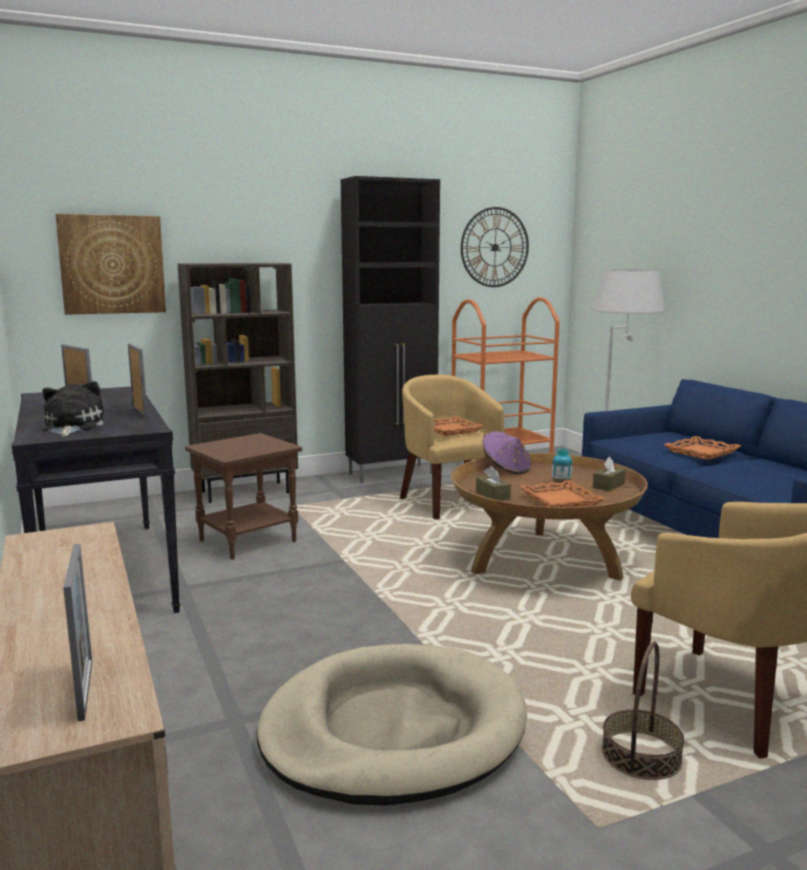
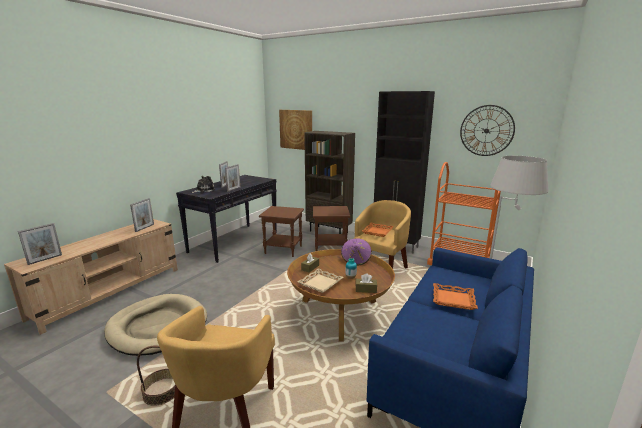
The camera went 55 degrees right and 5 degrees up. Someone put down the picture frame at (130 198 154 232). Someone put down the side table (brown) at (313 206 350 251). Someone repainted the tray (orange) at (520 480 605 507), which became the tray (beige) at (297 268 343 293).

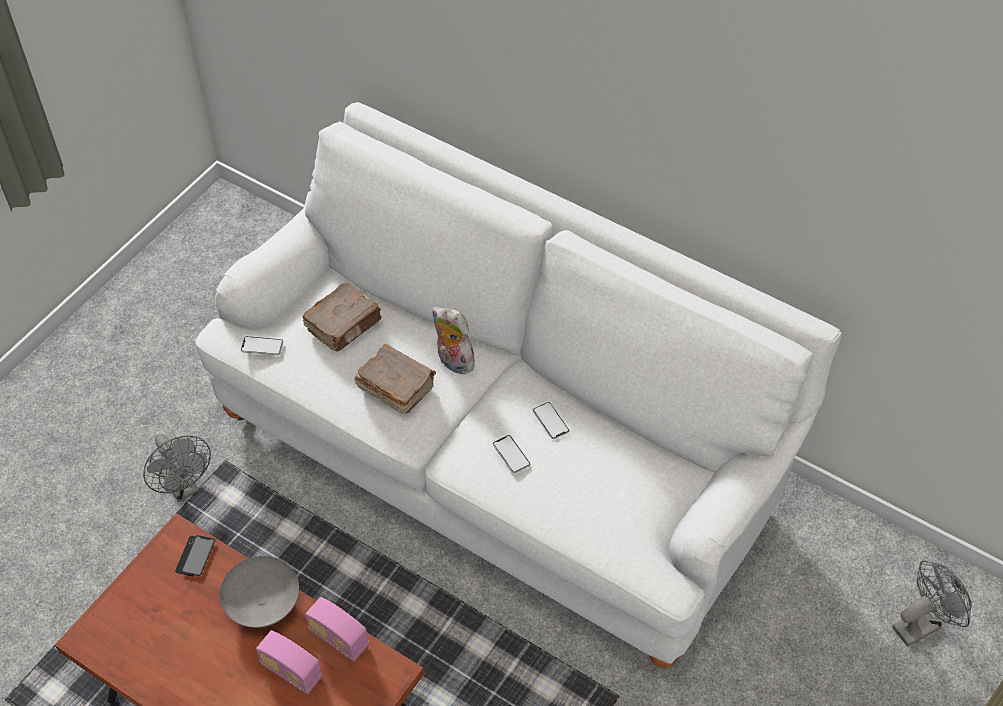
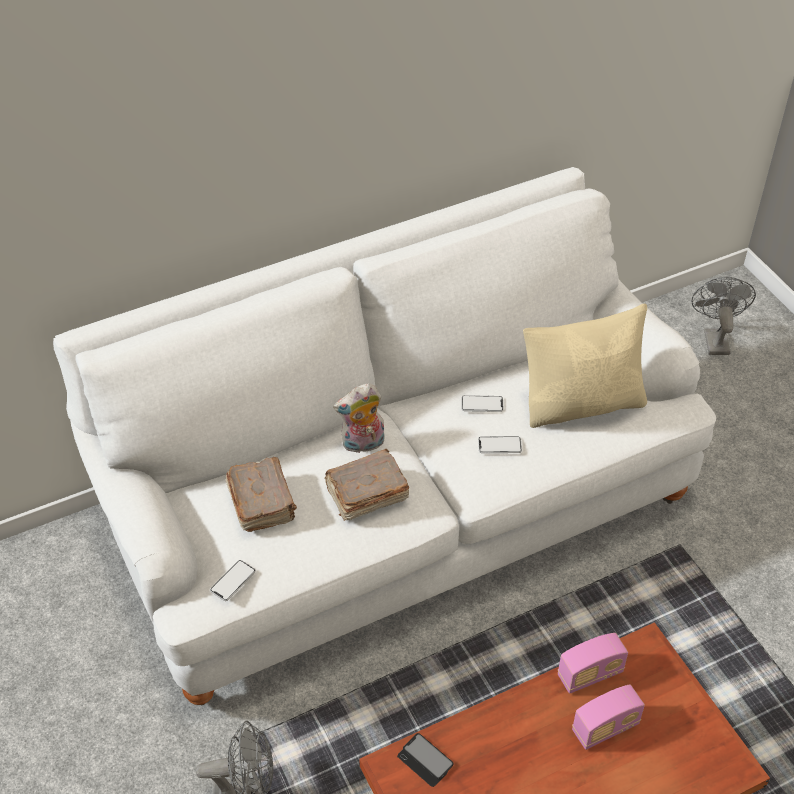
The camera went 60 degrees left and 5 degrees down. Someone took away the bowl (grey) at (220 556 299 628). Someone put down the pillow (beige) at (523 303 647 428).

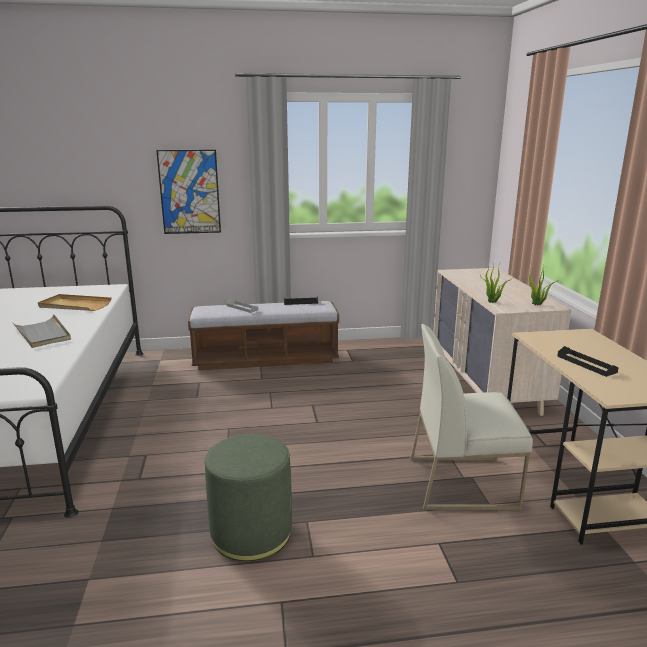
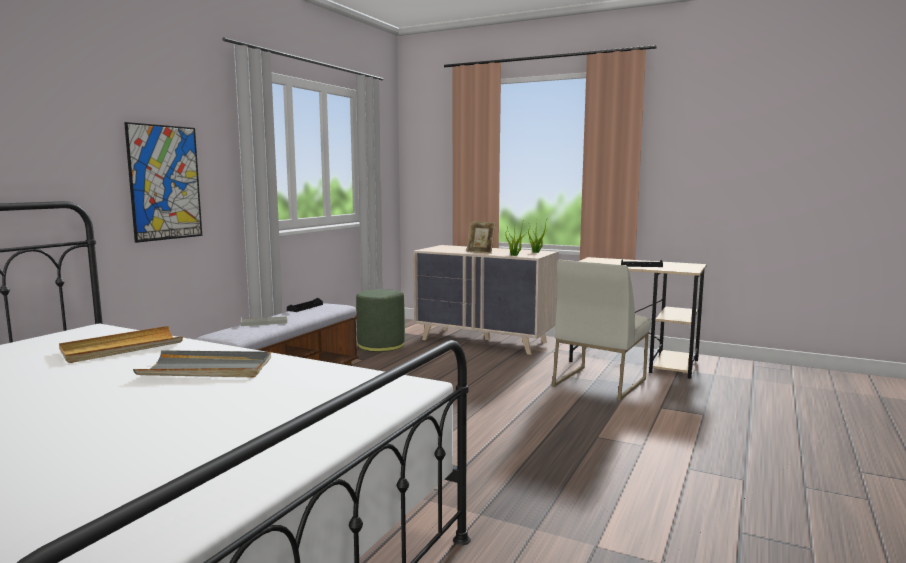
The camera went 55 degrees left and 10 degrees down. Someone put down the picture frame at (466 221 496 254). Someone carried the ottoman (green) from (205 434 292 561) to (356 289 405 352).

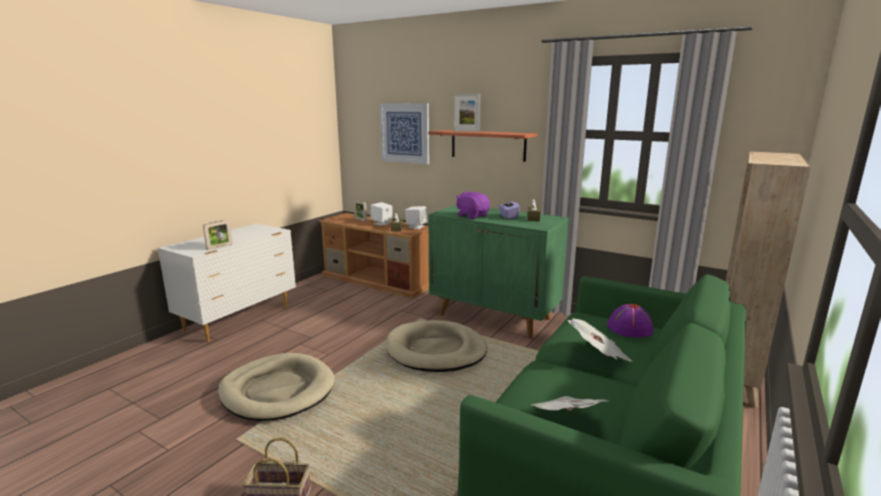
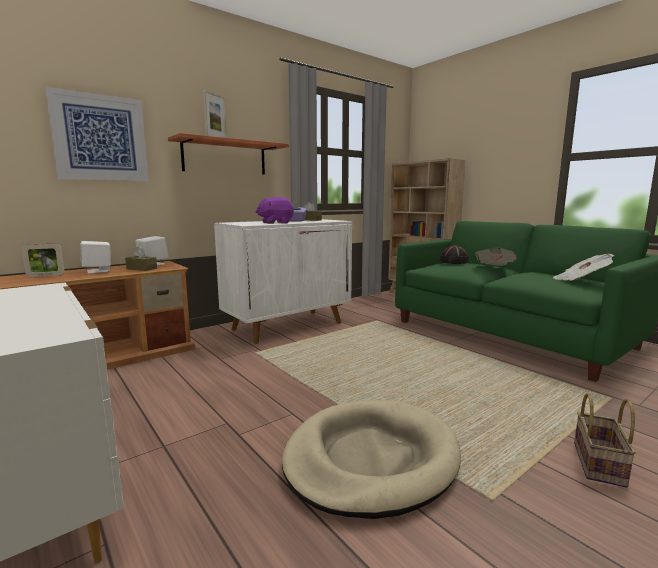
The camera went 70 degrees left and 5 degrees down. Someone took away the picture frame at (203 220 233 250). Someone took away the dog bed (beige) at (386 320 487 372). Someone repainted the cabinet (green) at (428 205 569 339), which became the cabinet (white) at (214 219 352 344). Someone repainted the hat (purple) at (607 304 653 338), which became the hat (black) at (440 245 469 264).

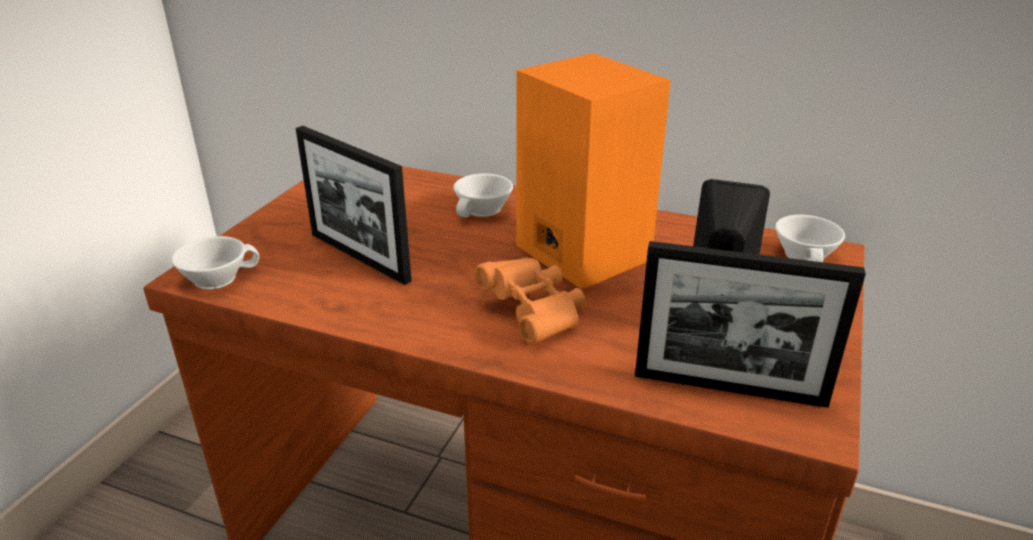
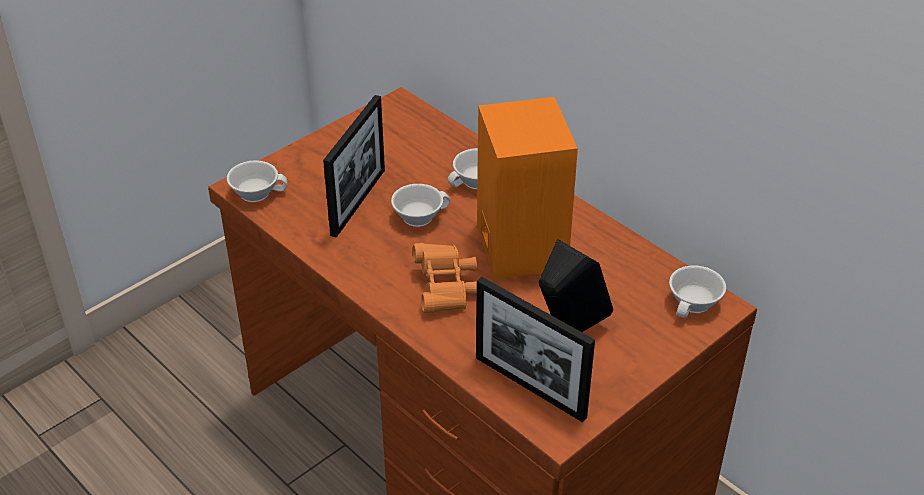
The camera went 25 degrees right and 10 degrees up. Someone put down the cup (white) at (391 184 450 227). Someone rotated the picture frame at (296 126 412 285) by 135 degrees counterclockwise.

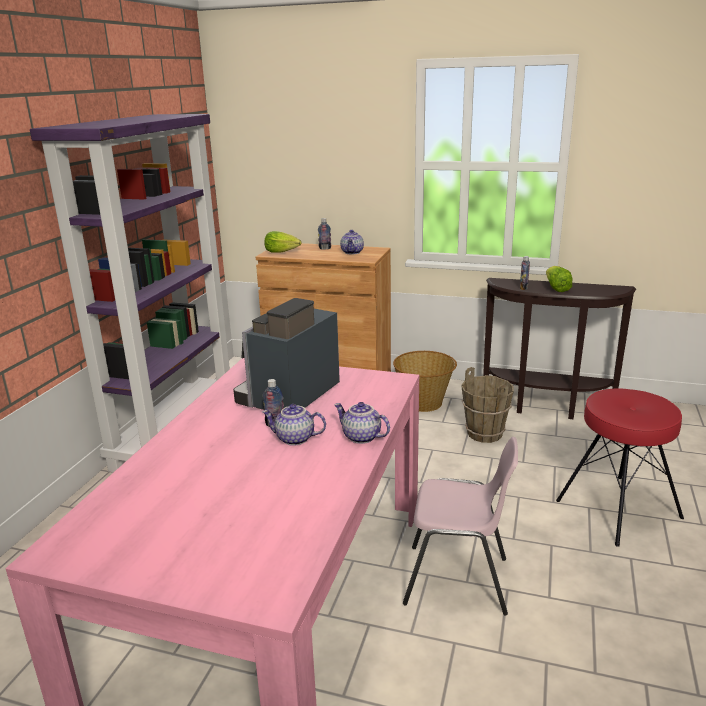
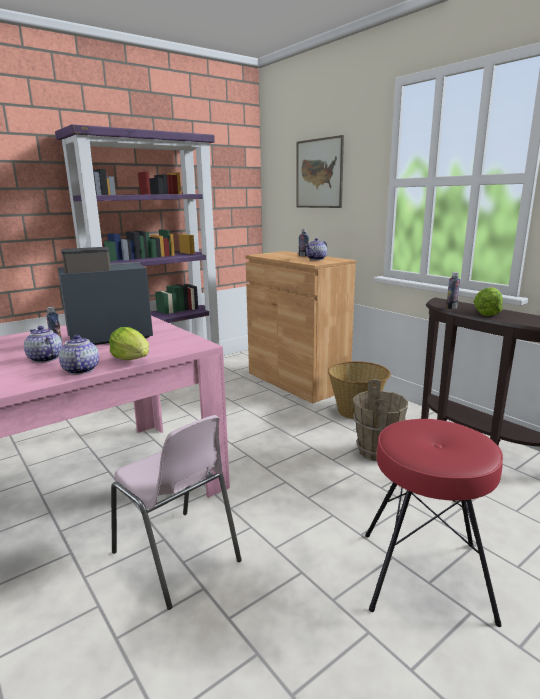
The camera went 35 degrees right and 5 degrees down. Someone put up the picture at (297 135 344 208). Someone carried the lettuce from (265 231 301 253) to (109 327 149 360).

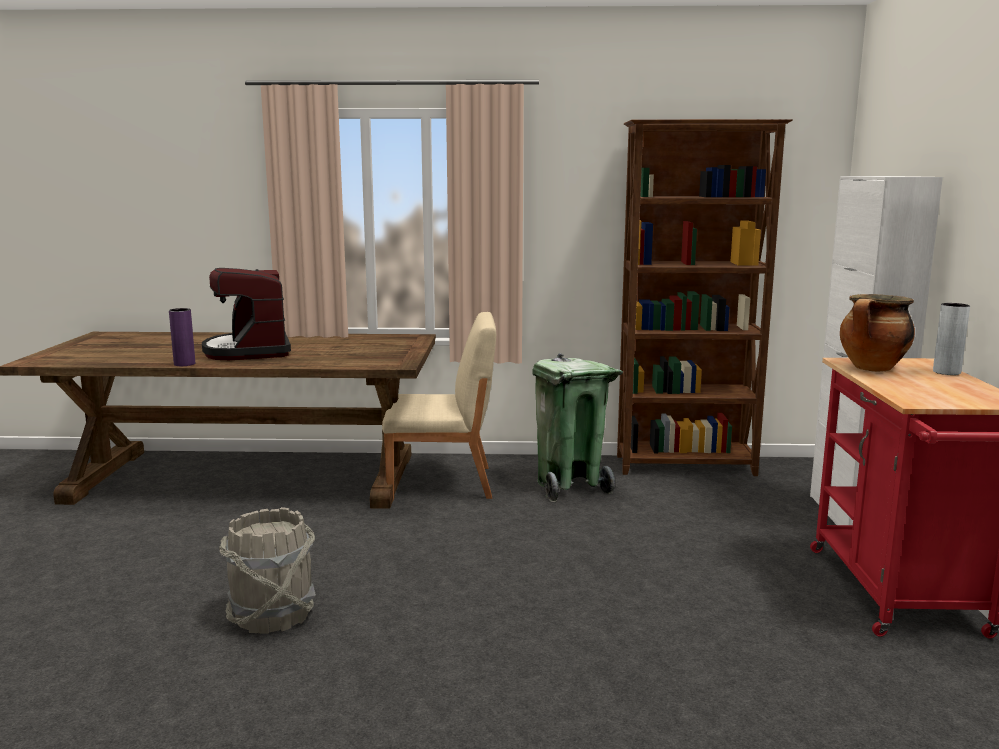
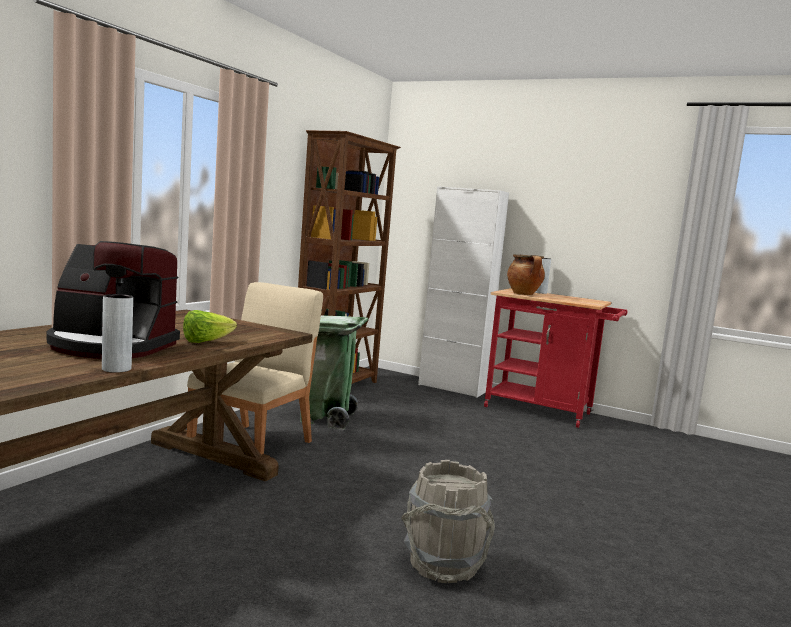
The camera went 65 degrees left and 5 degrees down. Someone put down the lettuce at (183 310 237 343). Someone repainted the vase (purple) at (169 308 195 366), which became the vase (grey) at (102 294 133 373).

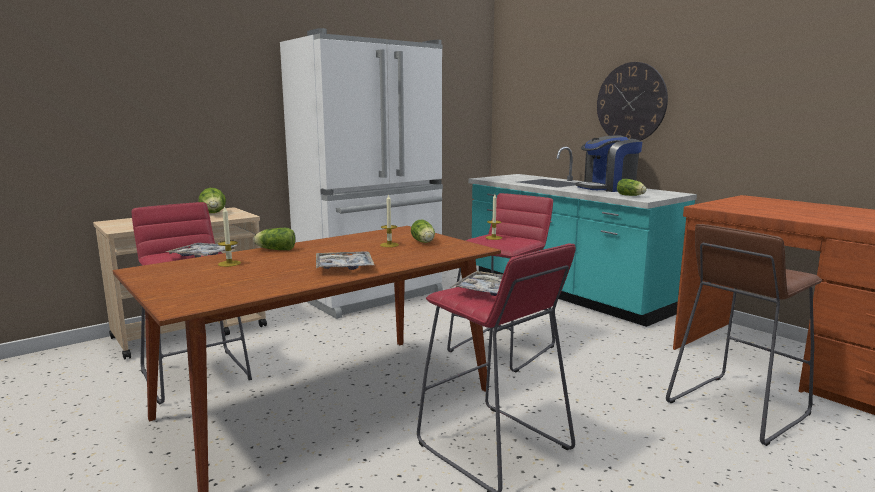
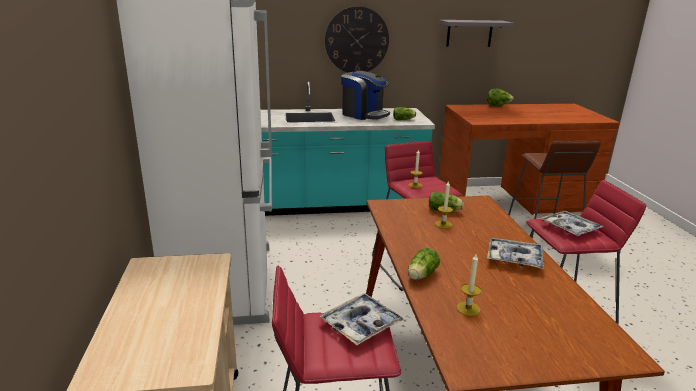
The camera went 60 degrees left and 10 degrees up. Someone put up the shelf (grey) at (439 20 514 47). Someone carried the lettuce from (199 188 226 213) to (487 89 514 106). Someone rotated the coffee machine at (575 135 642 192) by 60 degrees counterclockwise.

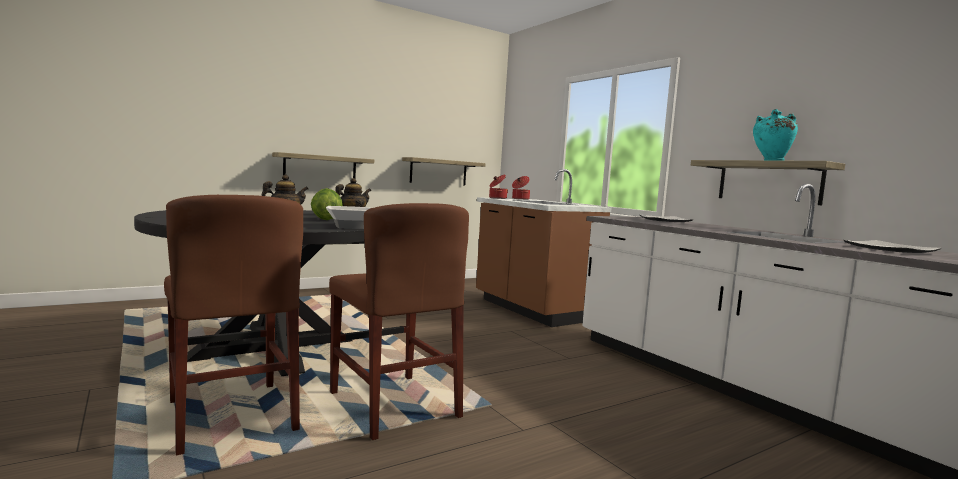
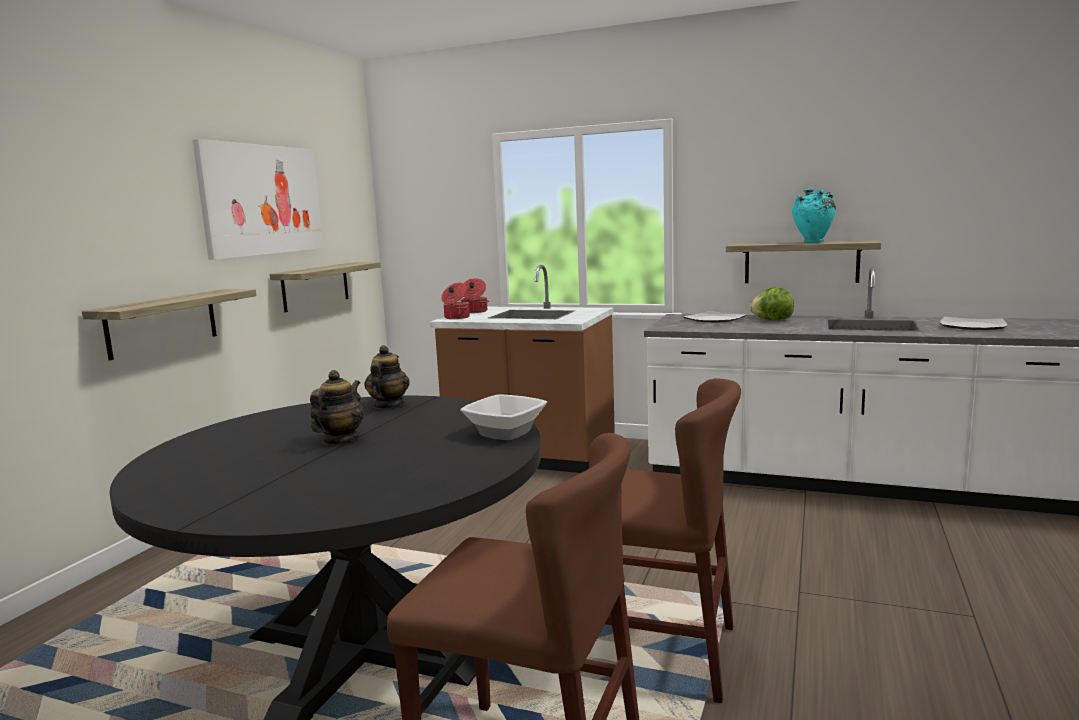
The camera went 35 degrees left and 5 degrees up. Someone put up the picture at (192 139 324 260). Someone carried the lettuce from (311 188 343 220) to (750 287 794 320).

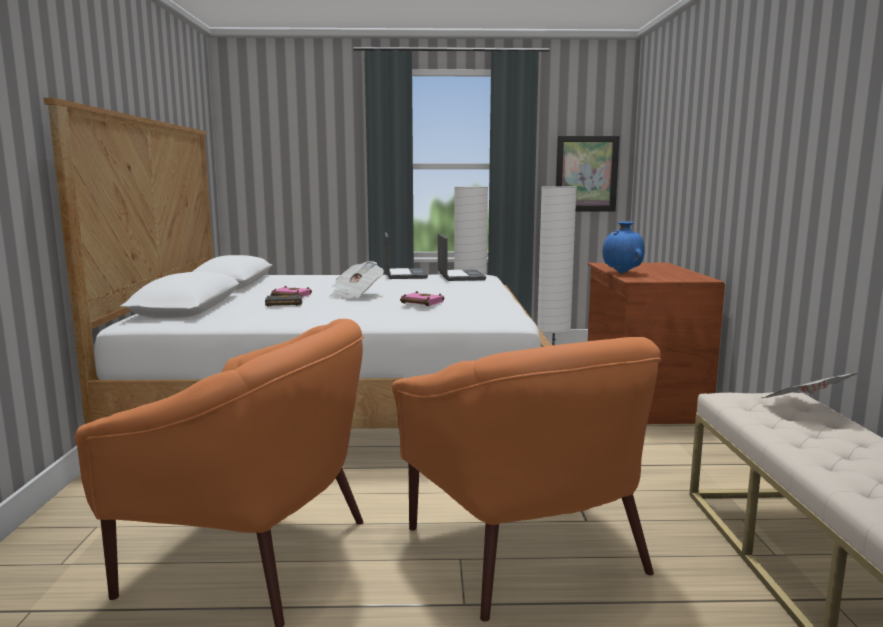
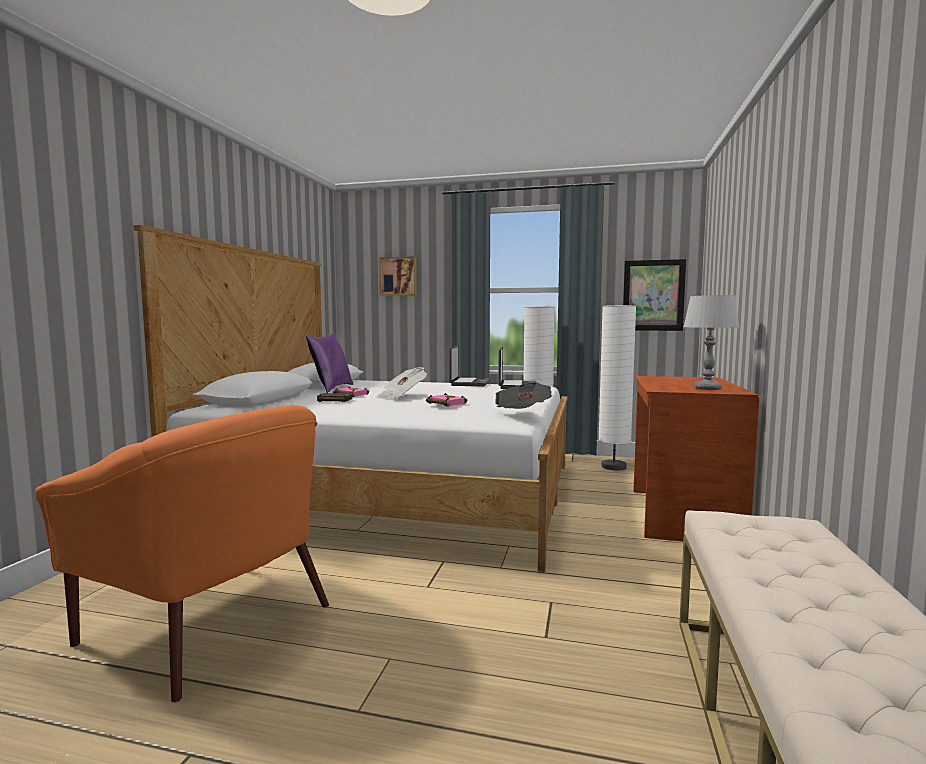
The camera went 15 degrees right and 5 degrees down. Someone took away the armchair (orange) at (392 337 661 622). Someone took away the vase (blue) at (602 221 645 273). Someone put down the pillow (purple) at (306 334 353 392). Someone put up the picture at (379 256 417 296). Someone put down the table lamp (grey) at (684 295 739 390). Someone carried the newspaper from (762 373 857 398) to (495 383 552 409).

